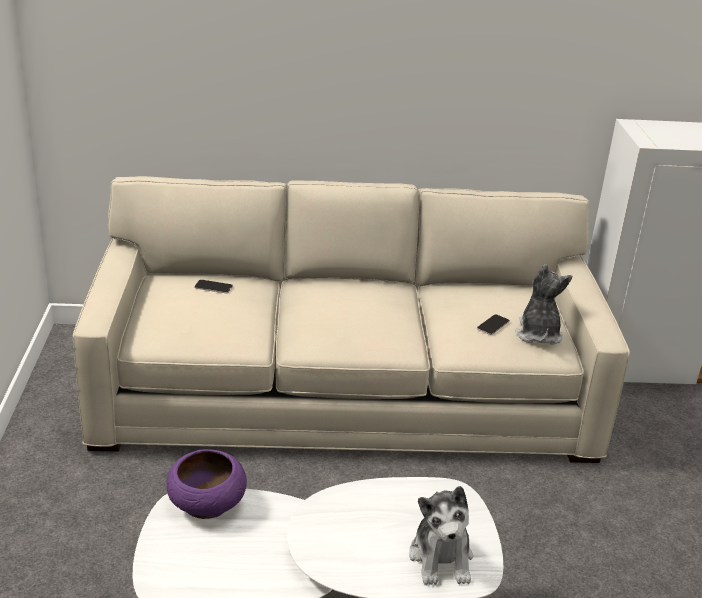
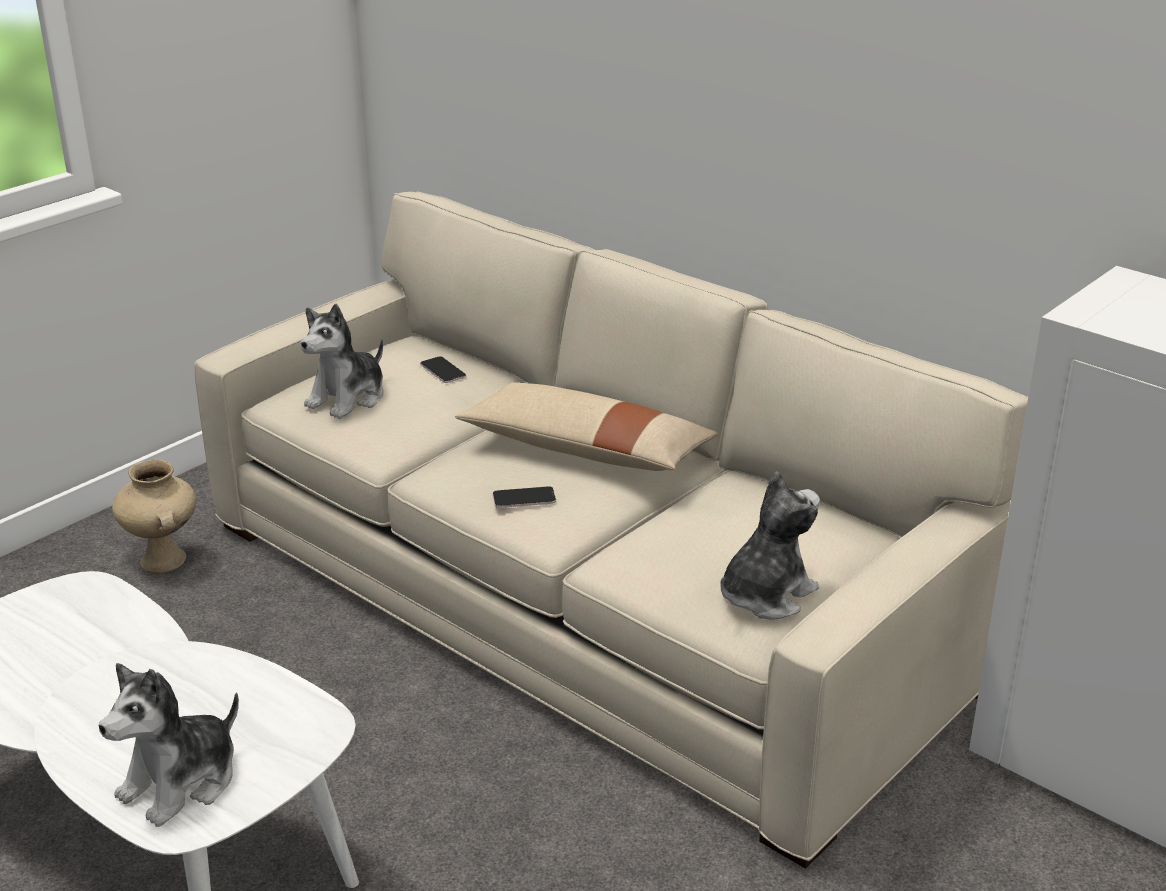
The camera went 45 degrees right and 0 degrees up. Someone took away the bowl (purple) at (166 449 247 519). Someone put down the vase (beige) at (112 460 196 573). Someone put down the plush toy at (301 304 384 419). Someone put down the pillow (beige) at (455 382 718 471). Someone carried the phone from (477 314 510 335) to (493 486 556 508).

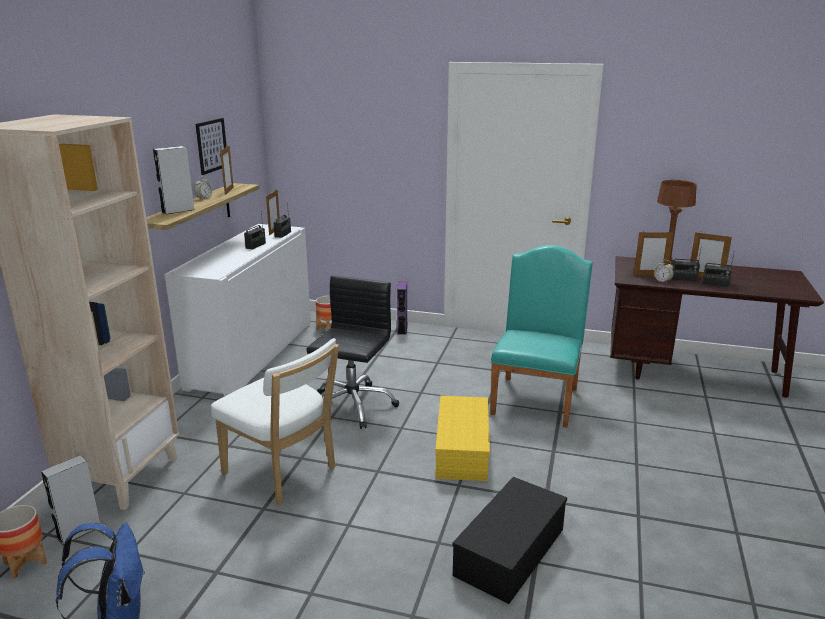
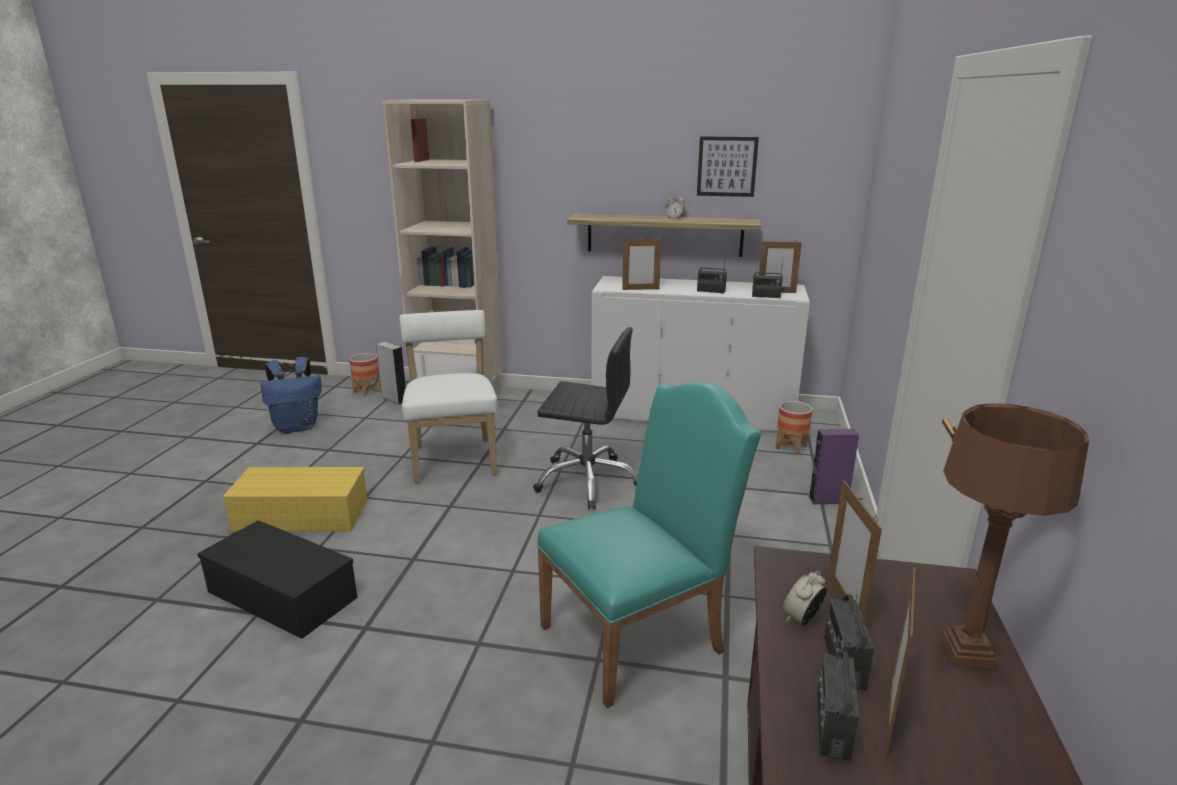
The camera went 85 degrees right and 0 degrees up. Someone took away the speaker (grey) at (153 146 194 215). Someone carried the picture frame from (220 146 234 195) to (622 239 661 290). Someone carried the storage box (yellow) from (436 396 490 481) to (222 467 368 532). Someone rotated the chair (white) at (211 338 339 505) by 135 degrees clockwise. Someone rotated the chair (turquoise) at (490 245 593 428) by 45 degrees counterclockwise.

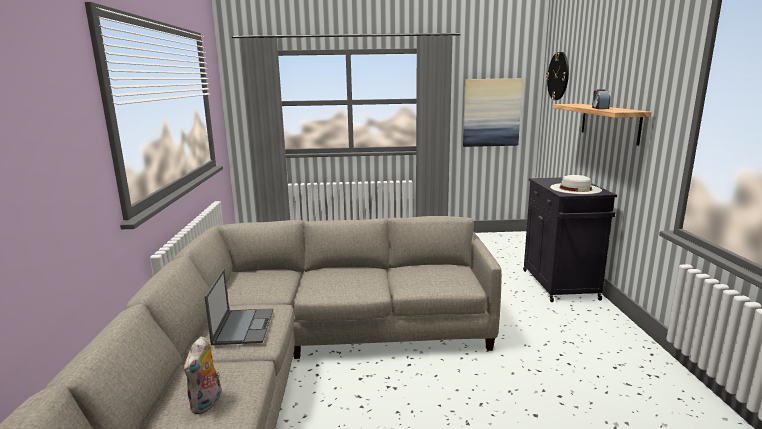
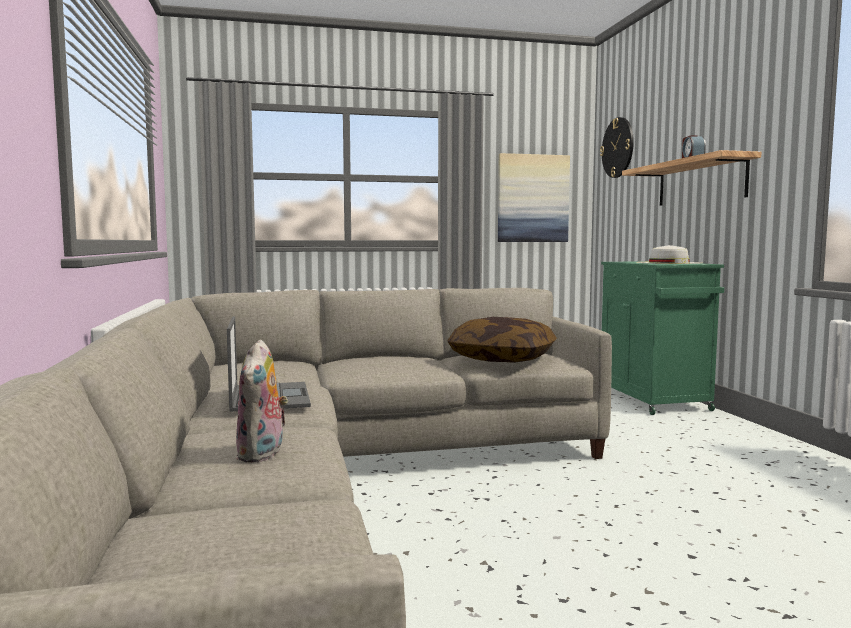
The camera went 10 degrees left and 10 degrees down. Someone put down the pillow at (447 317 557 363). Someone repainted the cabinet (black) at (523 177 617 302), which became the cabinet (green) at (601 261 724 415).

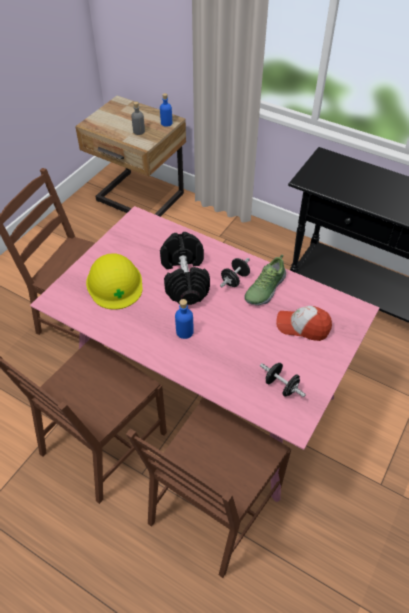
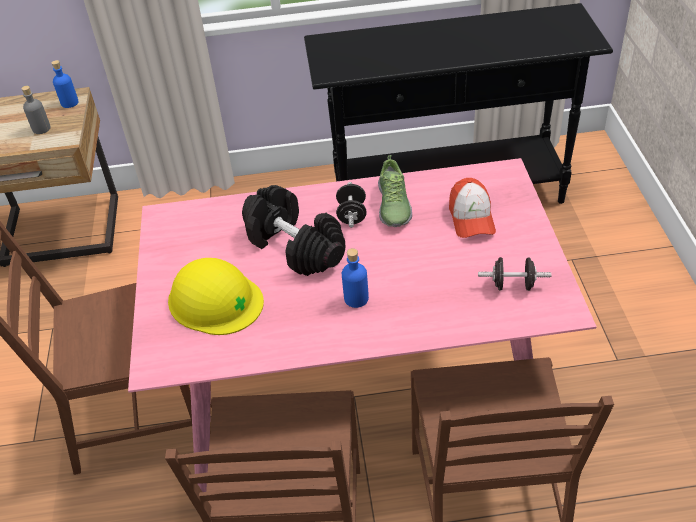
The camera went 35 degrees left and 5 degrees down. Someone rotated the cap at (276 306 332 341) by 75 degrees counterclockwise.

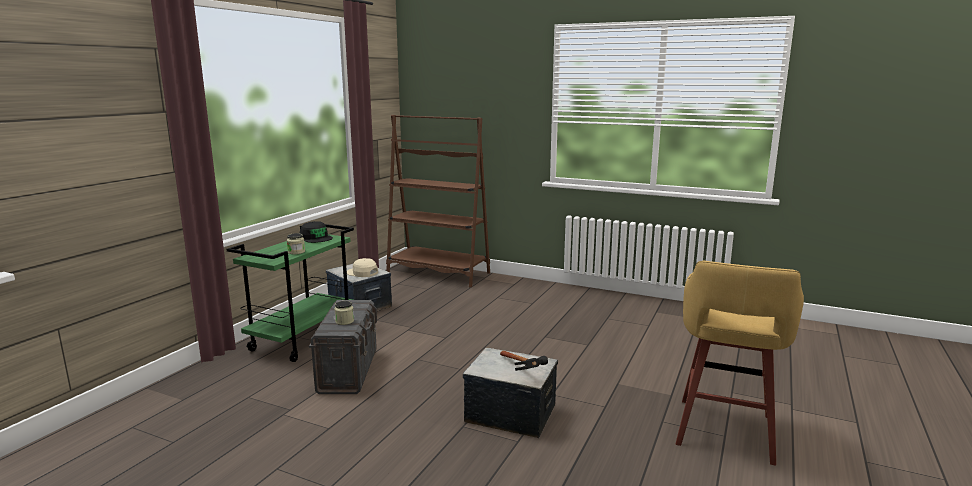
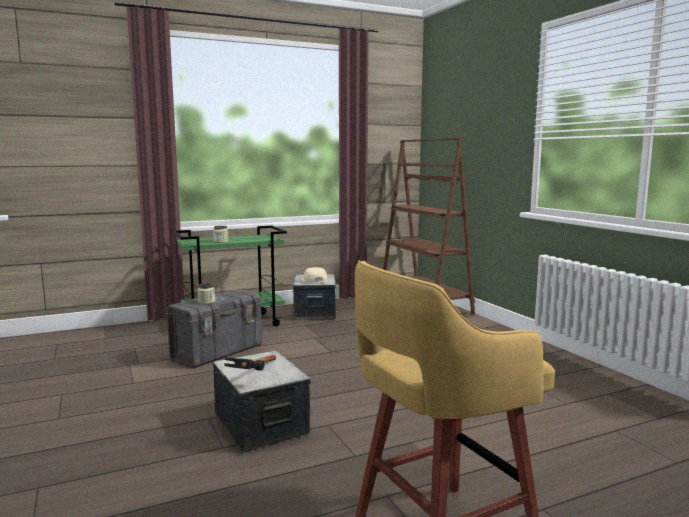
The camera went 40 degrees right and 5 degrees down. Someone took away the cap (black) at (300 221 333 243).

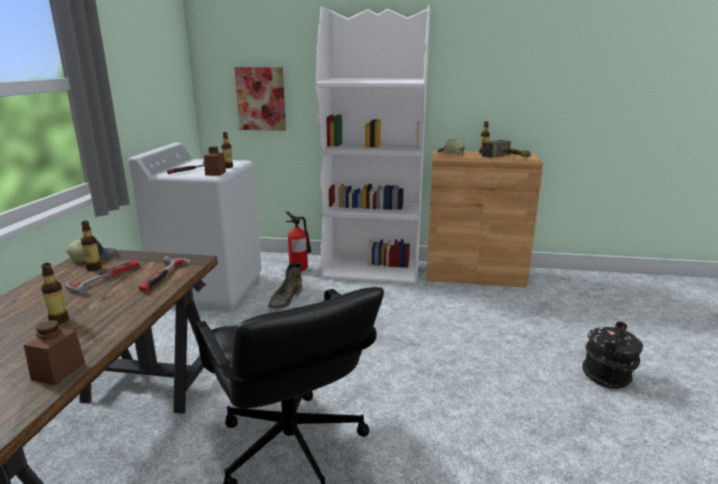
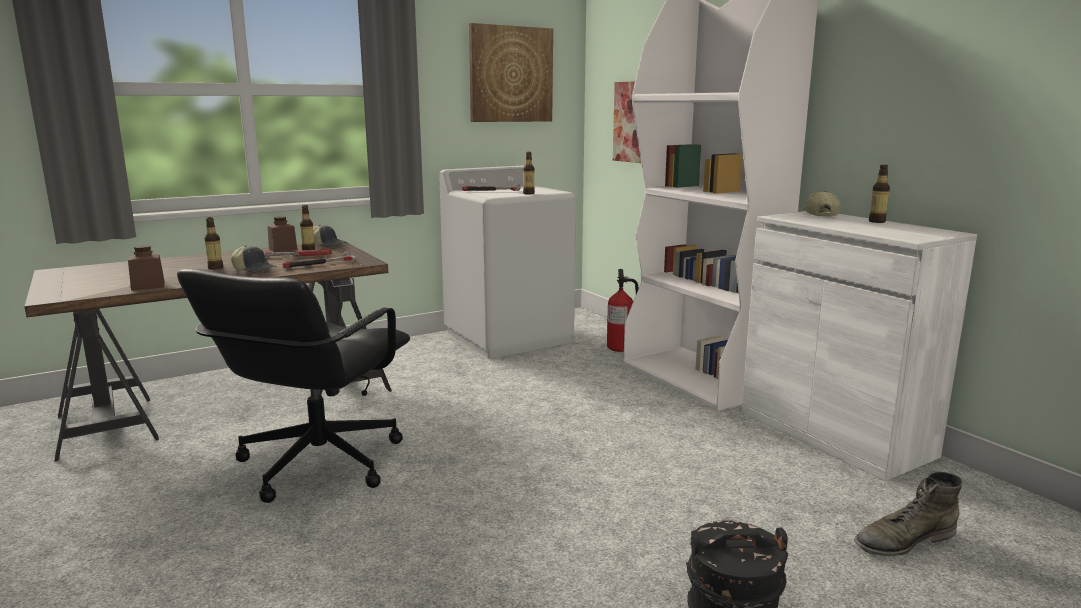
The camera went 50 degrees right and 5 degrees down. Someone took away the hammer at (482 140 531 158). Someone put down the cap at (231 245 277 274). Someone put up the picture at (469 23 553 122). Someone carried the jar (brown) from (204 146 226 176) to (268 216 298 252). Someone carried the boot (green) from (268 263 302 310) to (854 471 963 557). Someone repainted the cabinet (brown) at (426 151 543 287), which became the cabinet (white) at (742 211 977 481).

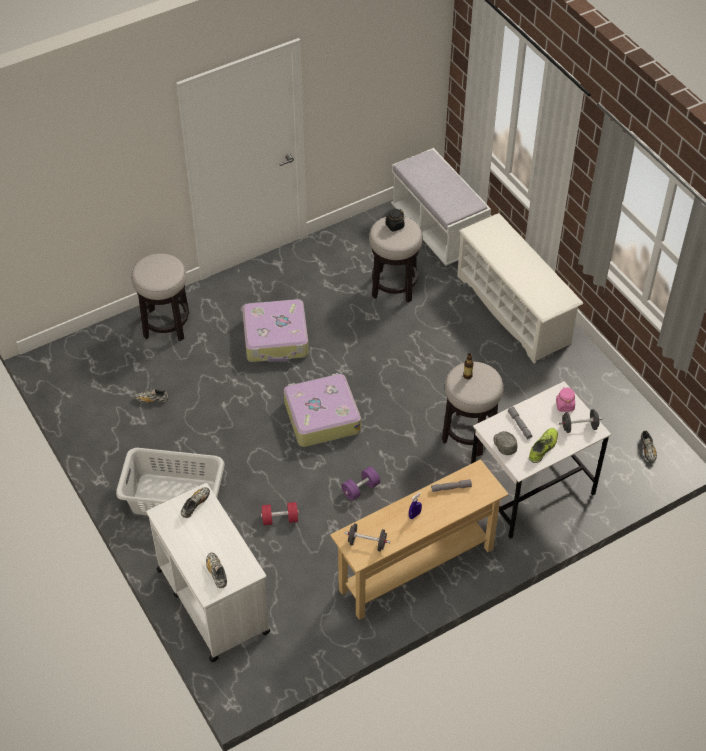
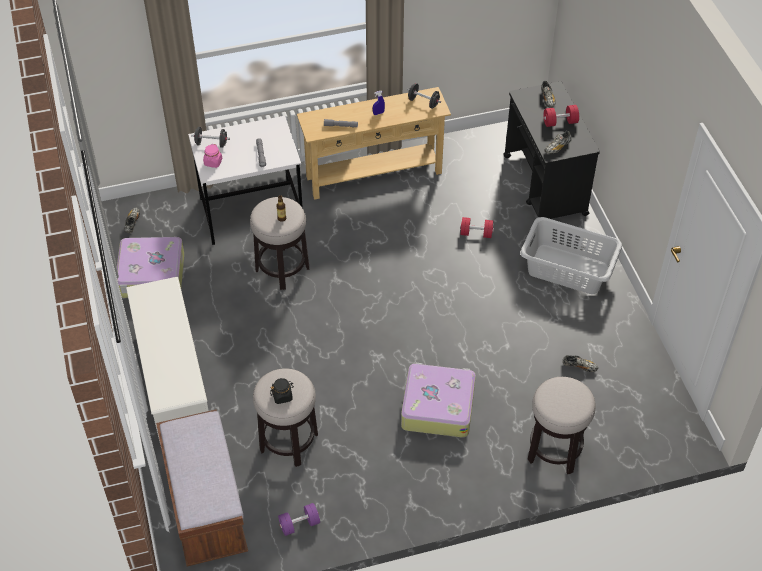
The camera went 165 degrees left and 0 degrees up. Someone took away the cap (grey) at (493 431 517 455). Someone took away the shoe at (529 428 558 463). Someone put down the dumbbell (red) at (543 105 579 127). Someone carried the suitcase from (284 373 361 447) to (117 237 184 298). Someone carried the dumbbell (purple) from (342 467 380 501) to (278 503 320 536). Someone repainted the cart (white) at (146 483 270 662), which became the cart (black) at (503 81 600 219). Someone repainted the bench (white) at (391 148 491 266), which became the bench (brown) at (156 409 248 566).

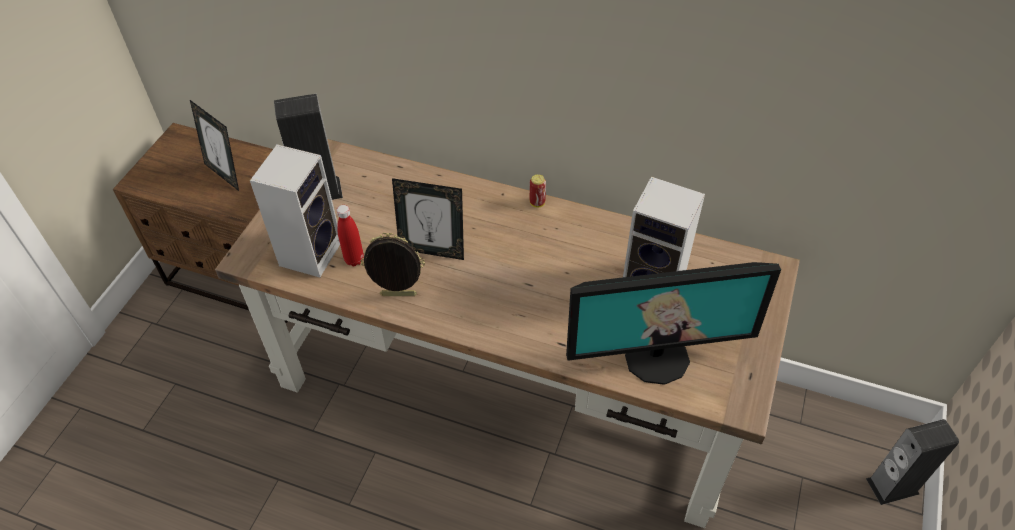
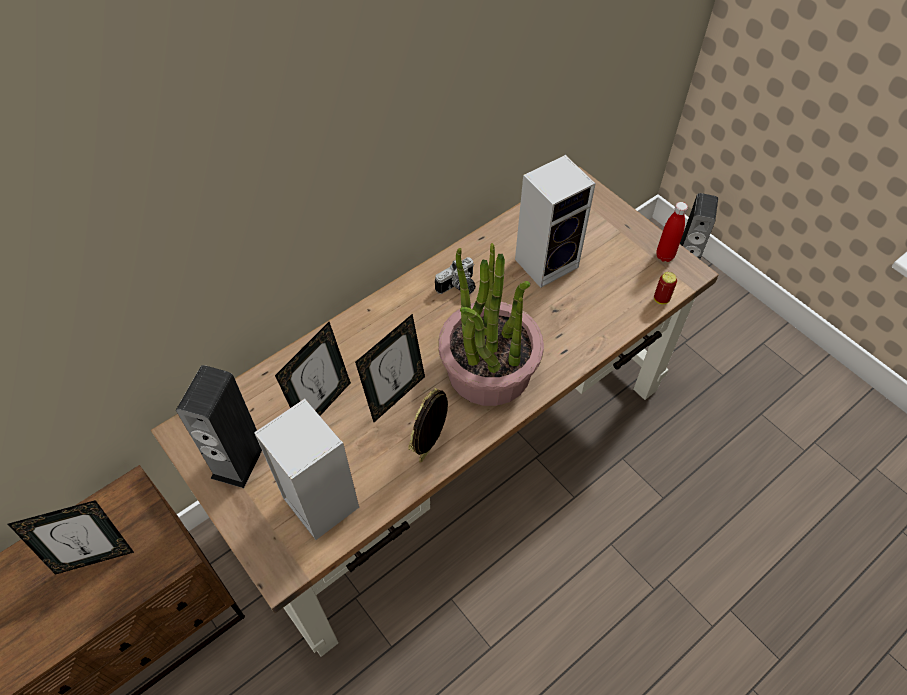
The camera went 60 degrees left and 5 degrees up. Someone took away the monitor at (566 262 781 385). Someone put down the picture frame at (275 322 351 416). Someone put down the photo camera at (435 257 476 294). Someone put down the potted plant at (438 243 544 406). Someone carried the bottle (red) from (336 205 364 266) to (656 202 688 262). Someone carried the can from (530 174 546 207) to (654 272 677 304).

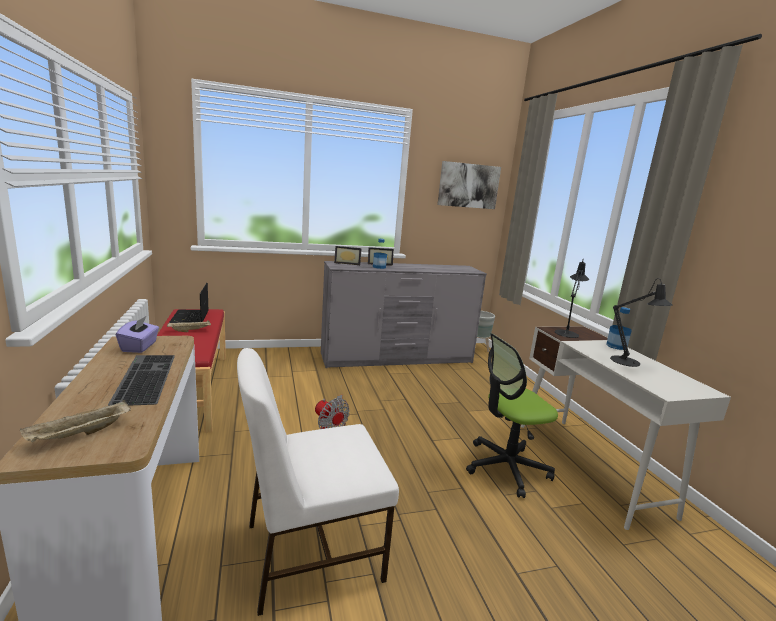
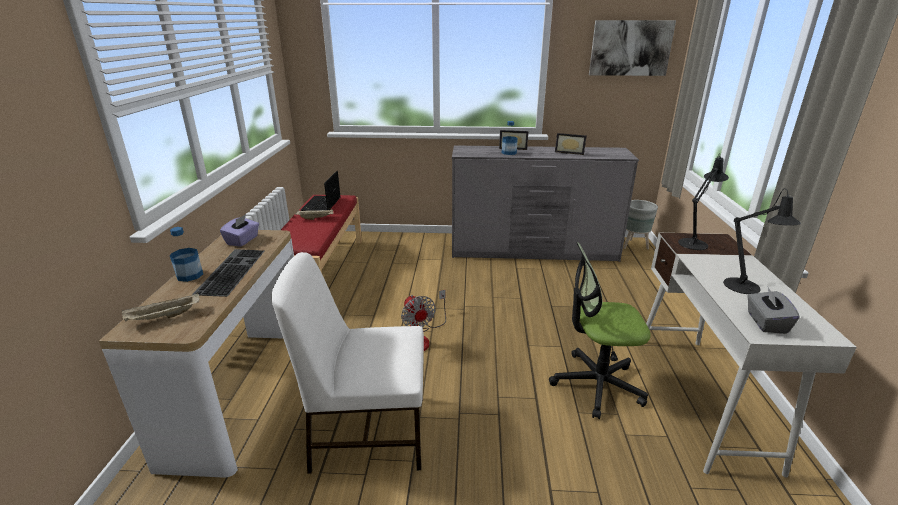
The camera went 20 degrees right and 10 degrees up. Someone put down the tissue box (grey) at (747 287 799 334). Someone carried the picture frame from (334 246 362 265) to (555 133 587 155). Someone carried the bottle from (606 307 632 350) to (170 227 203 282).

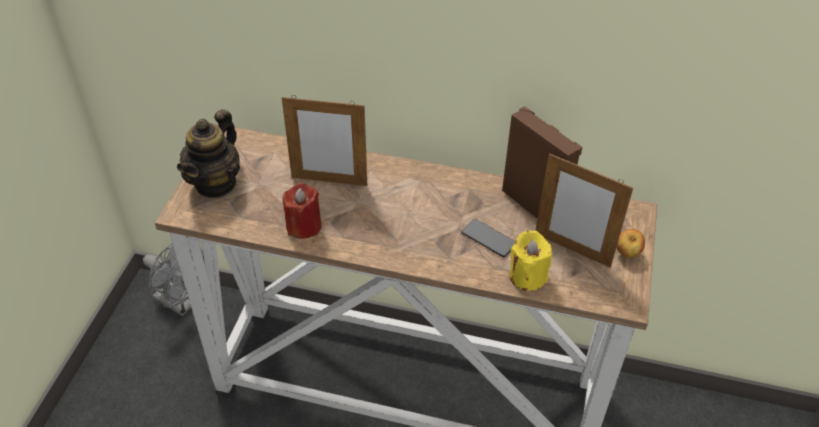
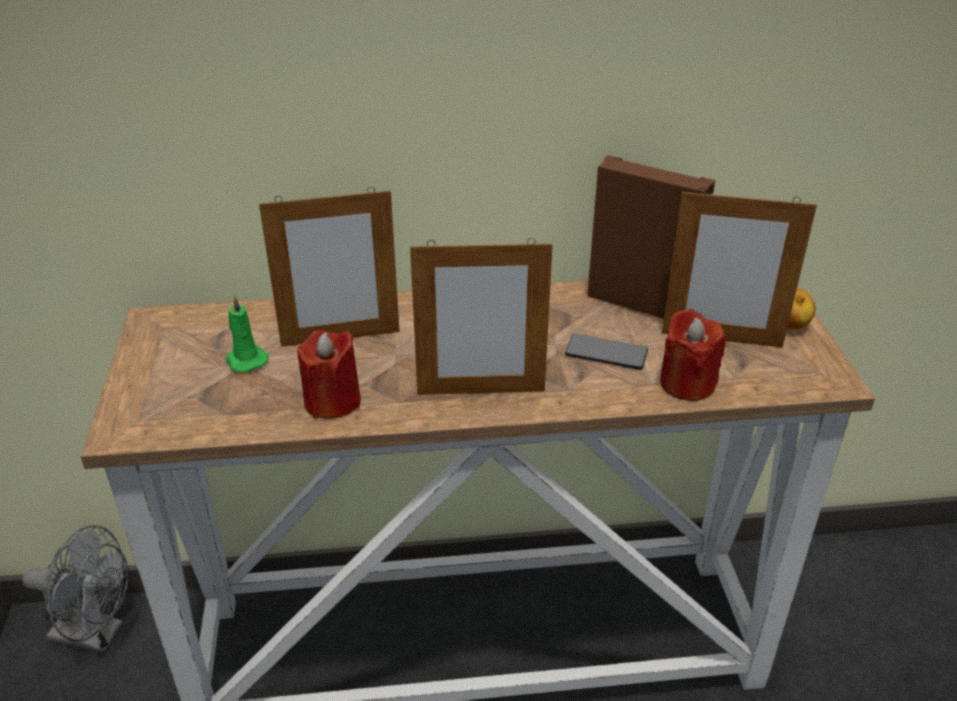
The camera went 20 degrees left and 10 degrees down. Someone took away the teapot at (177 109 240 198). Someone put down the candle (green) at (226 295 269 373). Someone put down the picture frame at (410 238 553 395). Someone repainted the candle (yellow) at (510 231 552 291), which became the candle (red) at (660 309 726 401).

